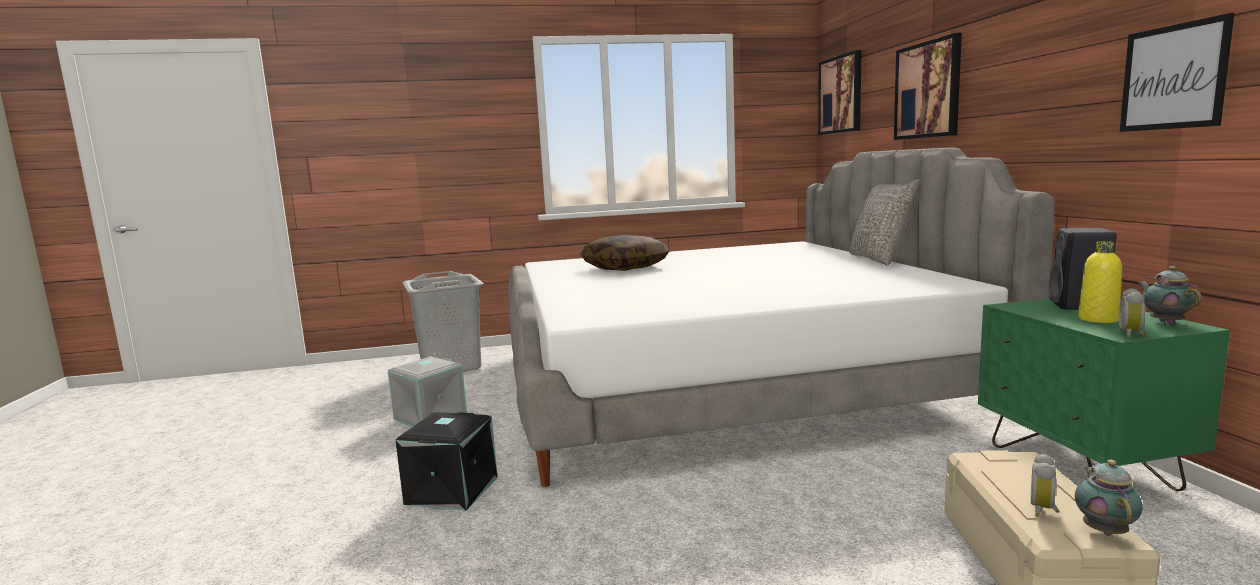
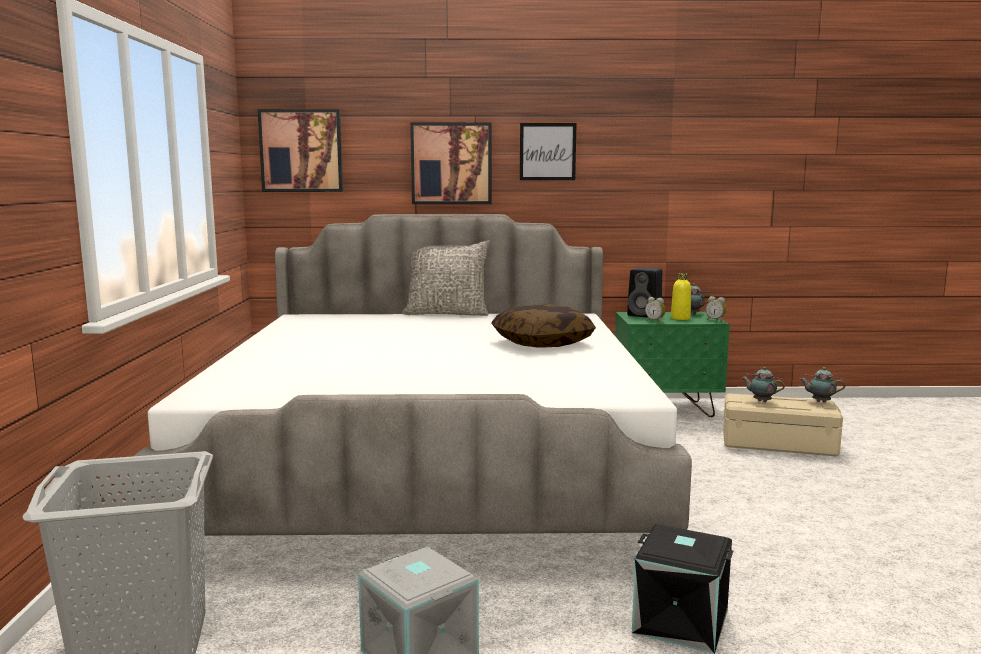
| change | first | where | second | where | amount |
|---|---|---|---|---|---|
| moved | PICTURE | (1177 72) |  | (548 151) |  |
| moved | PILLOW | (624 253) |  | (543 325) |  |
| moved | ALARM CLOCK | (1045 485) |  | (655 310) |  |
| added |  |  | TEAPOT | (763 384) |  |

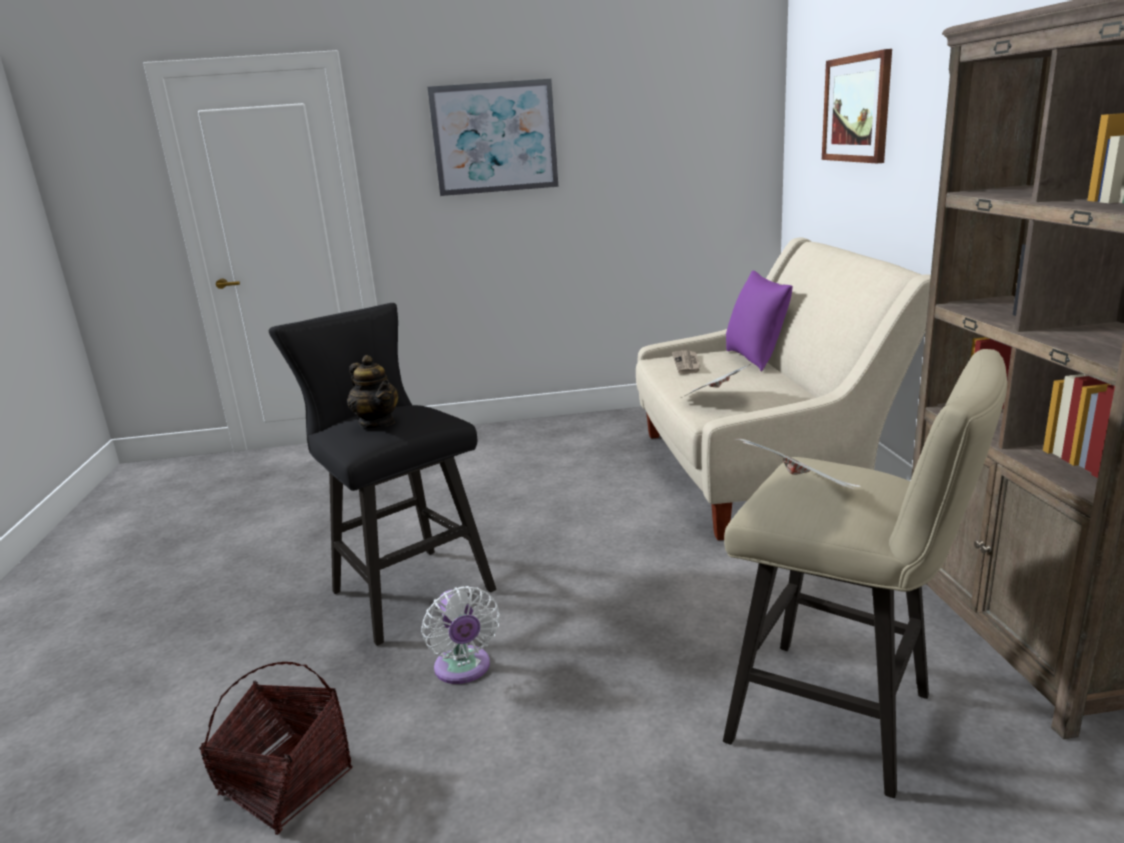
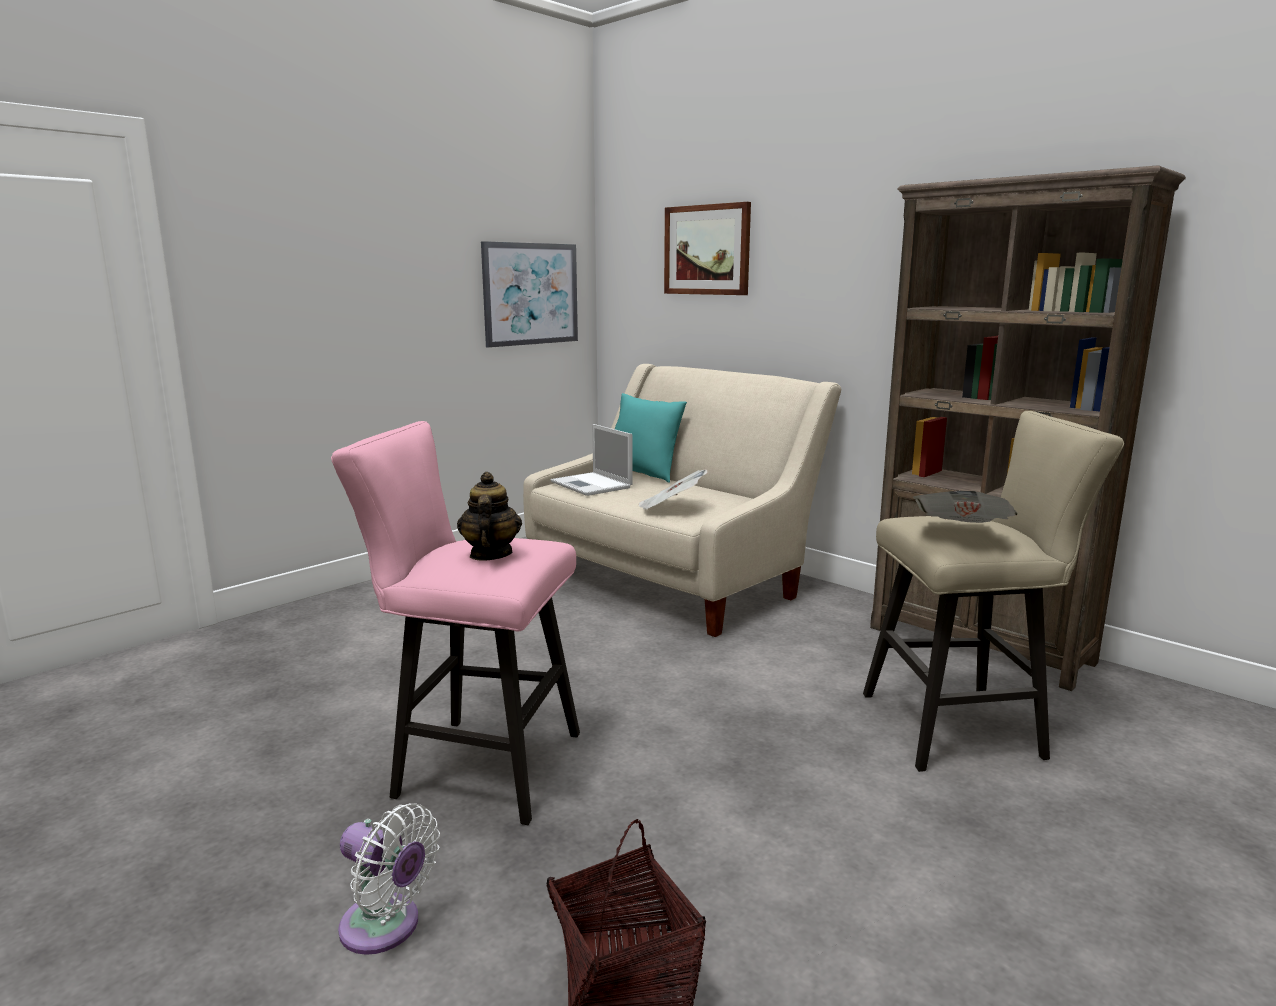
| change | first | where | second | where | amount |
|---|---|---|---|---|---|
| moved | PICTURE | (493 137) |  | (529 294) |  |
| recoloured | PURPLE PILLOW | (759 321) | TURQUOISE PILLOW | (651 438) |  |
| recoloured | BLACK STOOL | (382 474) | PINK STOOL | (455 623) |  |
| replaced | NEWSPAPER | (686 362) | LAPTOP | (592 460) |  |
| turned | TEAPOT | (373 391) |  | (489 516) | 105 degrees counterclockwise |
| moved | WHITE FAN | (460 635) |  | (389 879) |  |

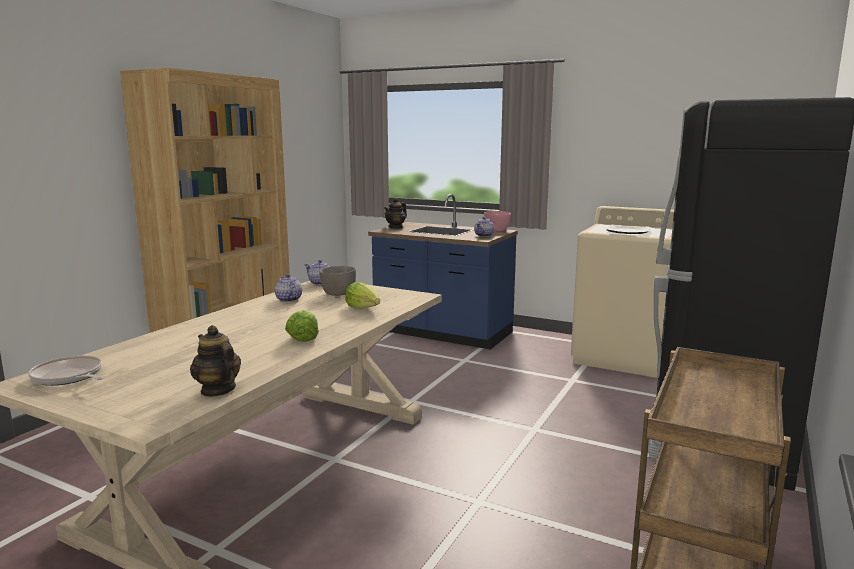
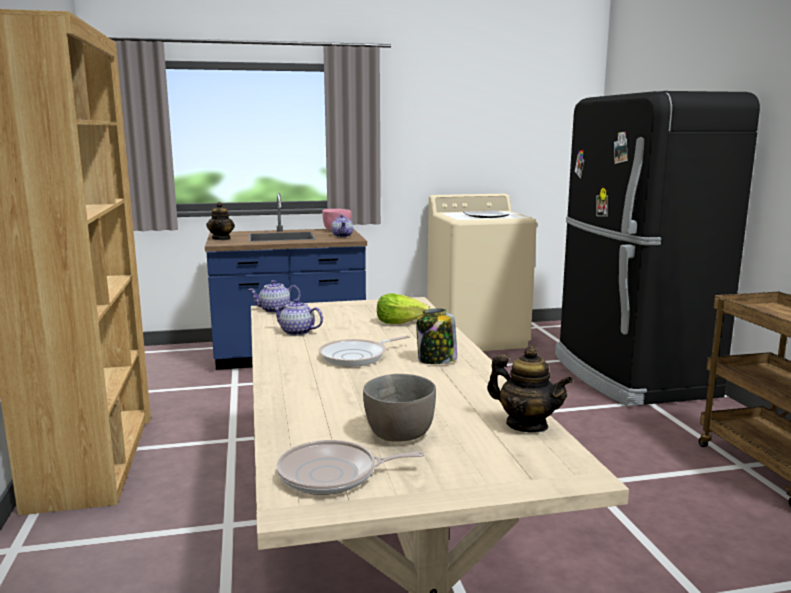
| change | first | where | second | where | amount |
|---|---|---|---|---|---|
| moved | GREY BOWL | (337 281) |  | (399 408) |  |
| replaced | LETTUCE | (302 326) | JAR | (436 336) |  |
| turned | TEAPOT | (215 361) |  | (530 389) | 150 degrees counterclockwise |
| added |  |  | FRYING PAN | (364 351) |  |

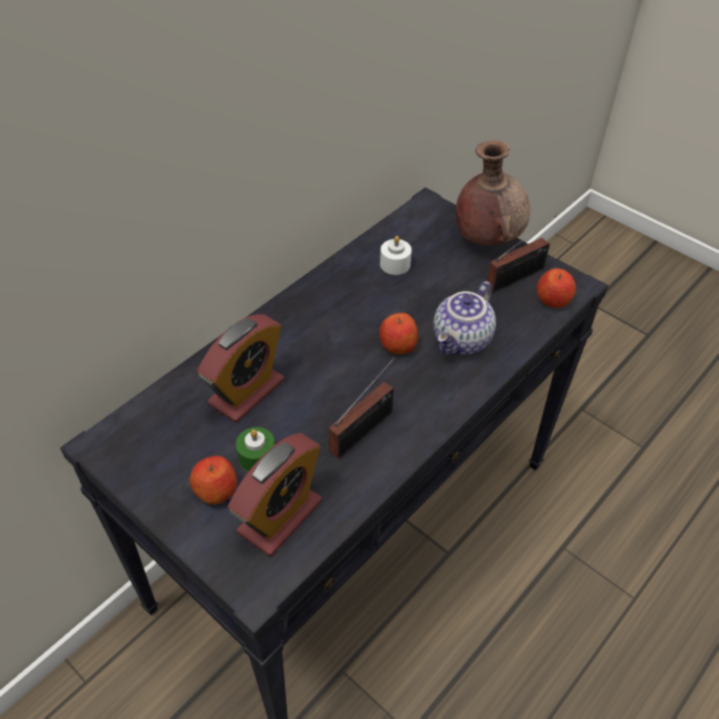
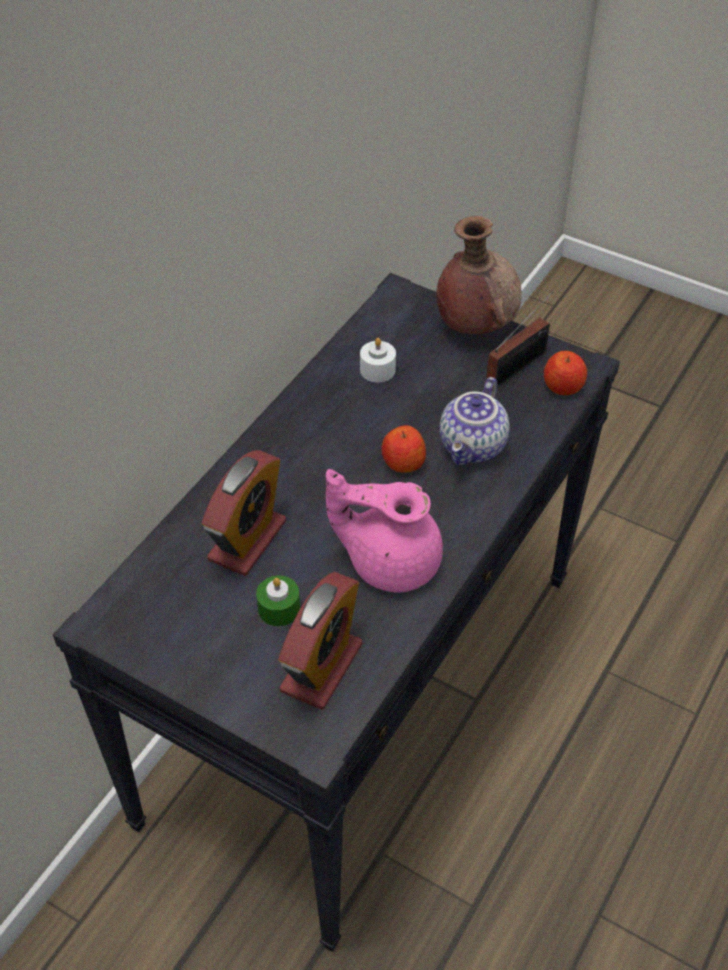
| change | first | where | second | where | amount |
|---|---|---|---|---|---|
| replaced | RADIO | (362 408) | PINK TEAPOT | (384 530) |  |
| removed | APPLE | (213 480) |  |  |  |

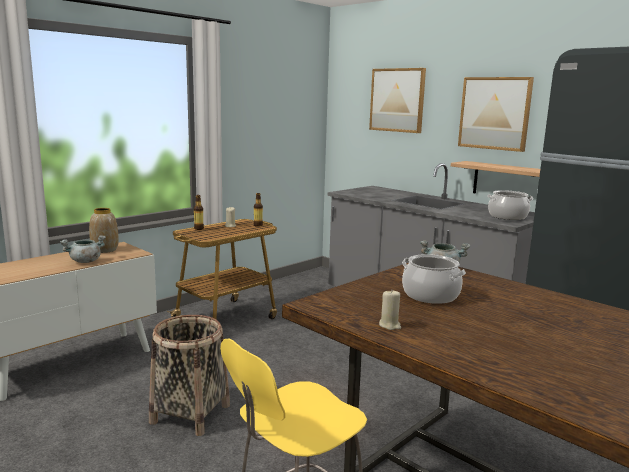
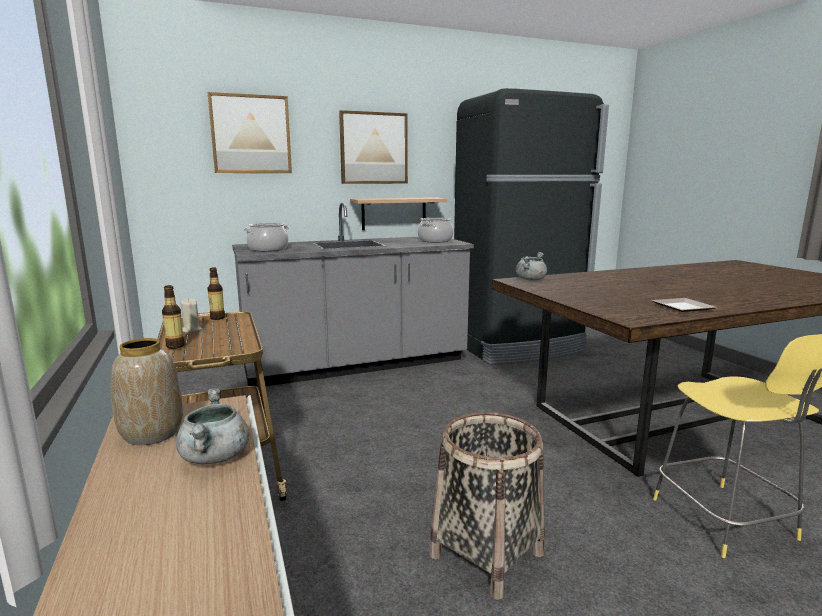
| change | first | where | second | where | amount |
|---|---|---|---|---|---|
| moved | COOKING POT | (434 279) |  | (266 237) |  |
| replaced | BEIGE CANDLE | (390 309) | PLATE | (684 305) |  |

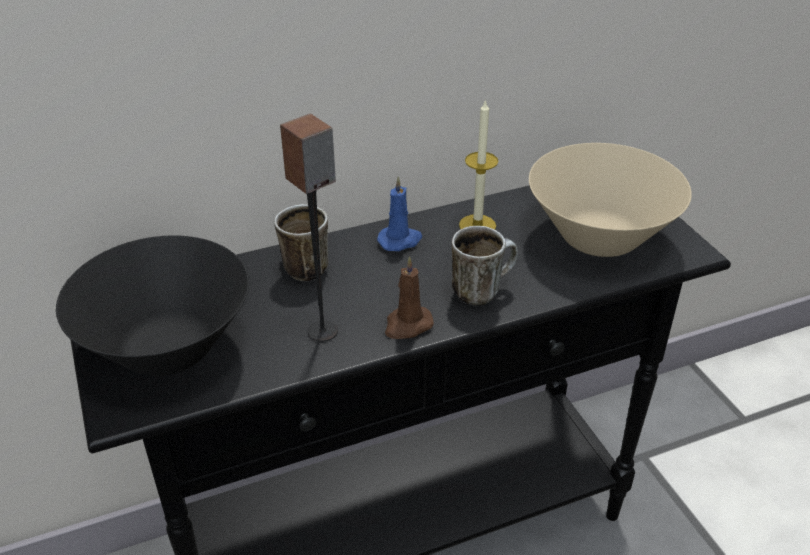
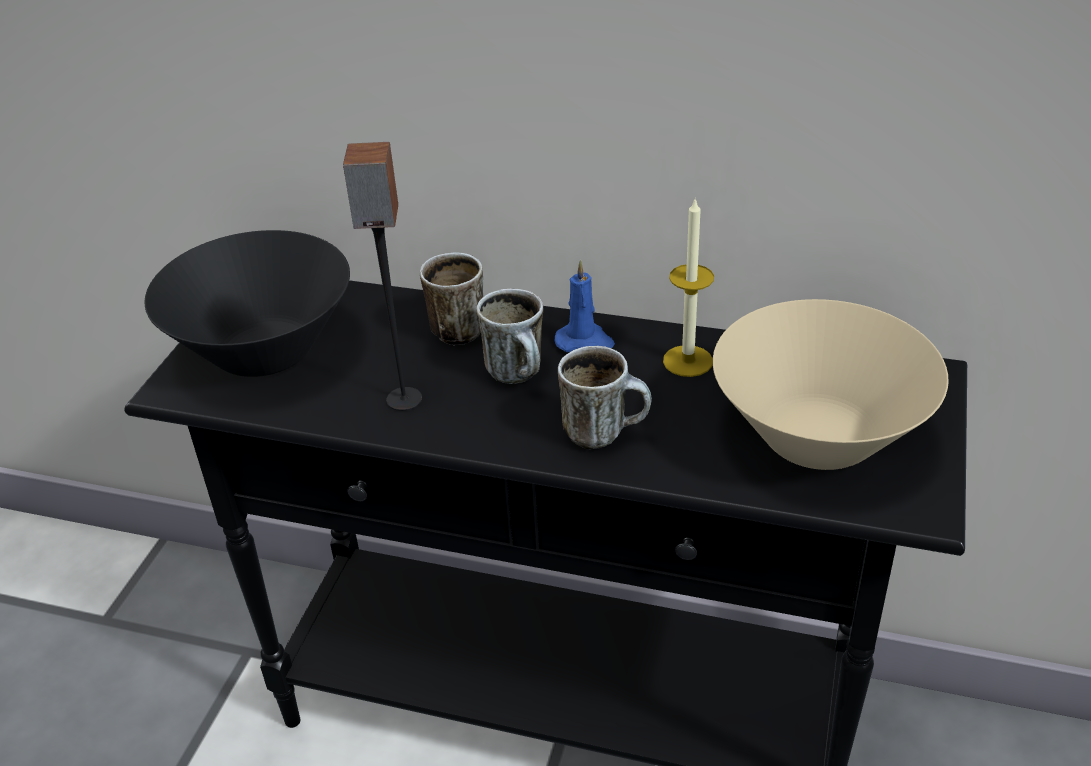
| change | first | where | second | where | amount |
|---|---|---|---|---|---|
| removed | BROWN CANDLE | (409 297) |  |  |  |
| added |  |  | MUG | (510 336) |  |

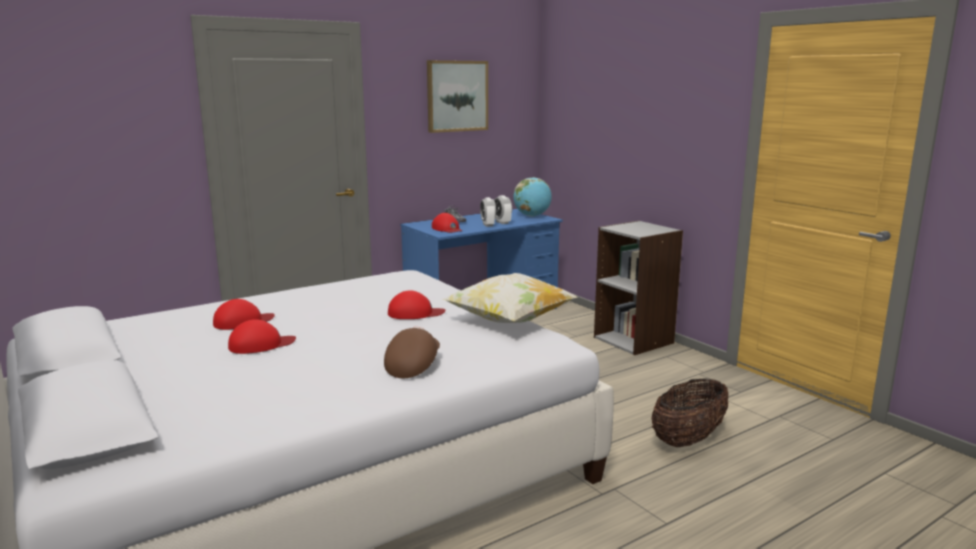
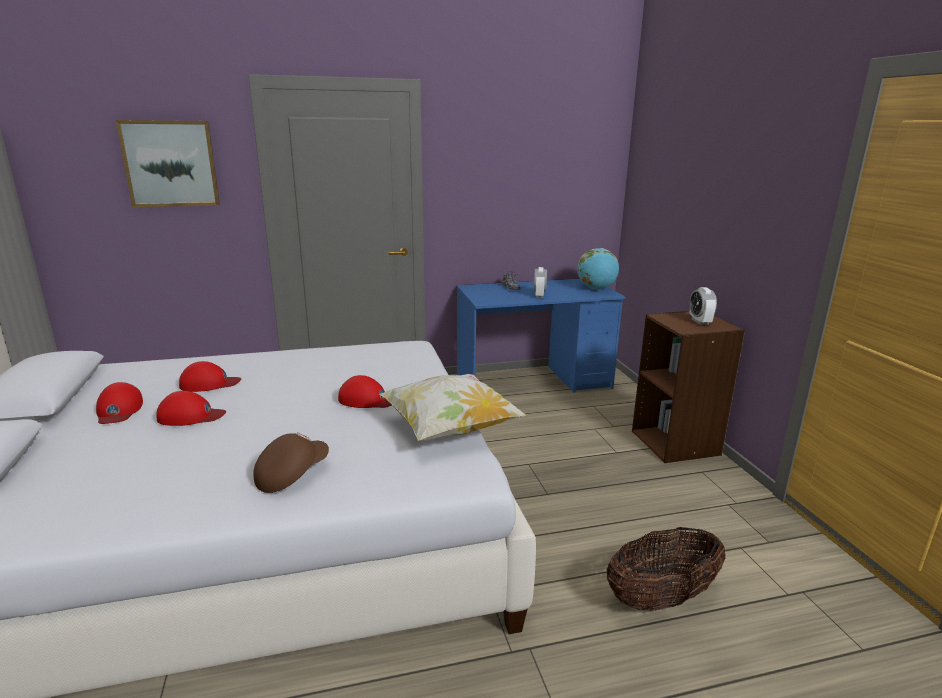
| change | first | where | second | where | amount |
|---|---|---|---|---|---|
| moved | PICTURE | (457 96) |  | (168 163) |  |
| moved | ALARM CLOCK | (503 209) |  | (703 306) |  |
| moved | RED CAP | (447 223) |  | (119 403) |  |
| recoloured | GREY BOOKCASE | (638 288) | BROWN BOOKCASE | (688 387) |  |

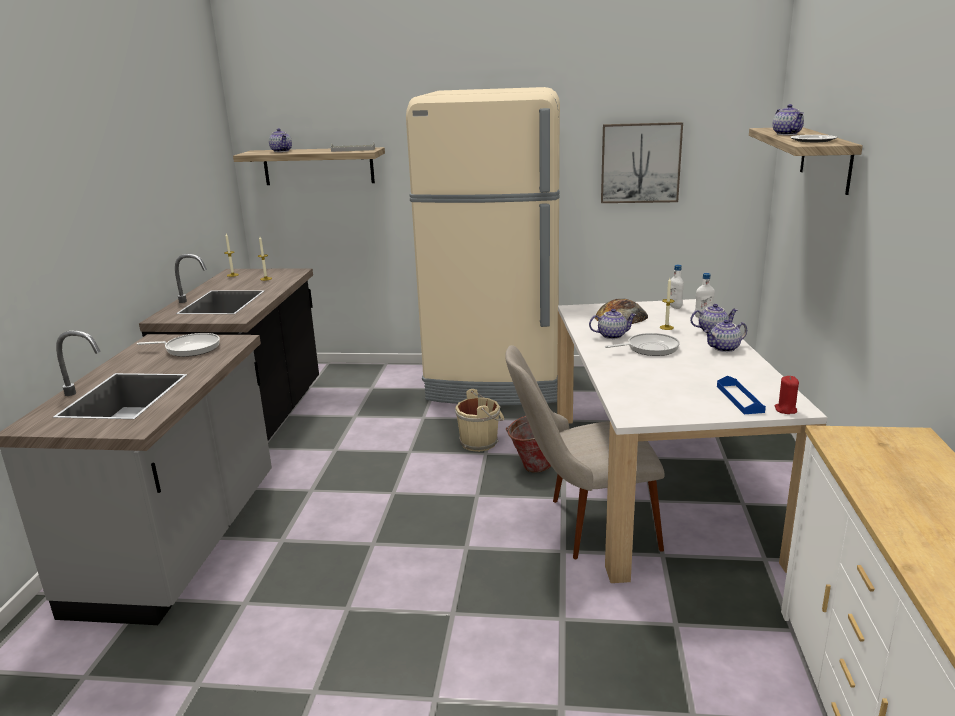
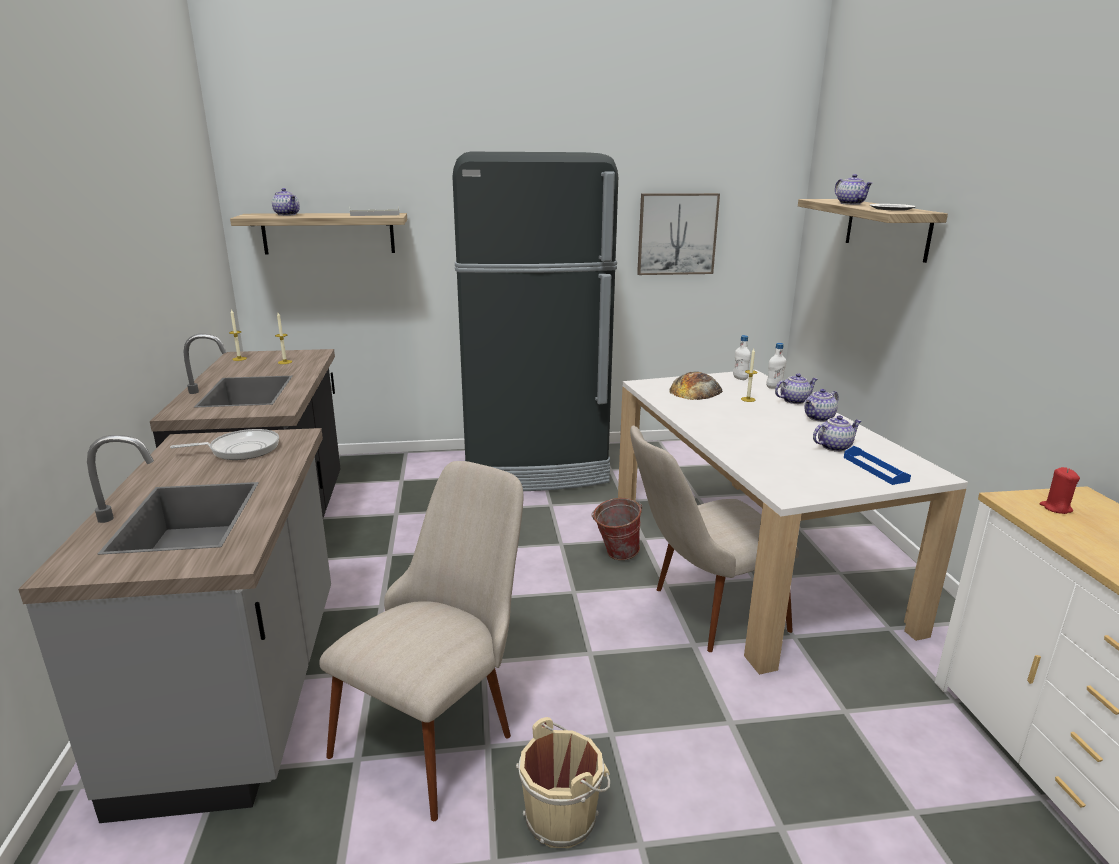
| change | first | where | second | where | amount |
|---|---|---|---|---|---|
| recoloured | BEIGE FRIDGE | (483 246) | BLACK FRIDGE | (535 321) |  |
| moved | TEAPOT | (613 324) |  | (837 433) |  |
| removed | FRYING PAN | (642 344) |  |  |  |
| moved | RED CANDLE | (787 395) |  | (1060 490) |  |
| moved | BEIGE BUCKET | (479 420) |  | (563 782) |  |
| added |  |  | BEIGE CHAIR | (421 641) |  |

